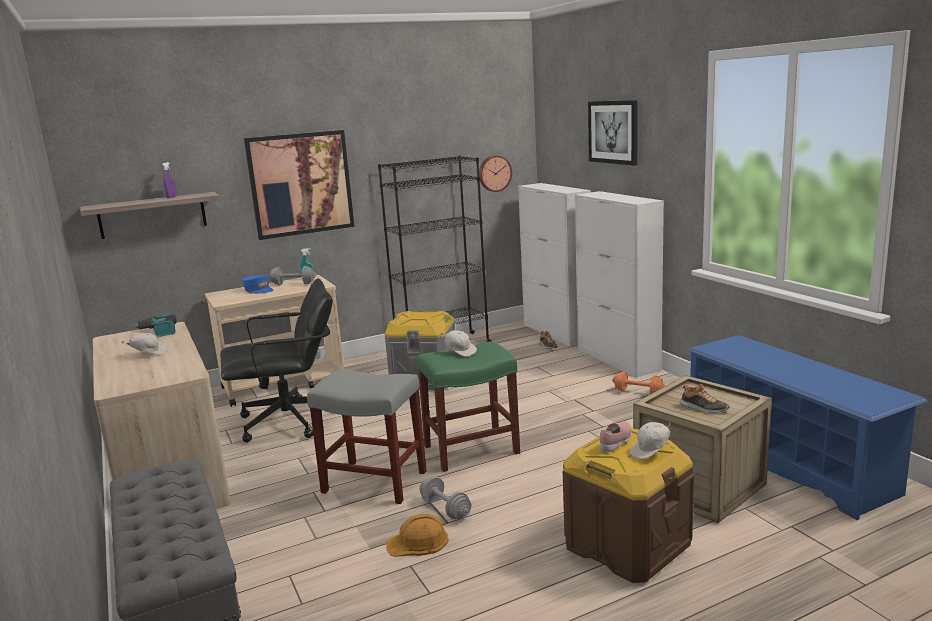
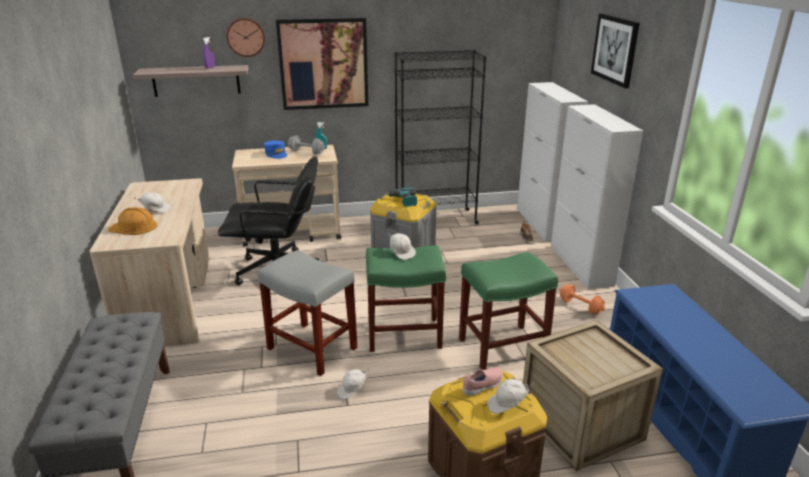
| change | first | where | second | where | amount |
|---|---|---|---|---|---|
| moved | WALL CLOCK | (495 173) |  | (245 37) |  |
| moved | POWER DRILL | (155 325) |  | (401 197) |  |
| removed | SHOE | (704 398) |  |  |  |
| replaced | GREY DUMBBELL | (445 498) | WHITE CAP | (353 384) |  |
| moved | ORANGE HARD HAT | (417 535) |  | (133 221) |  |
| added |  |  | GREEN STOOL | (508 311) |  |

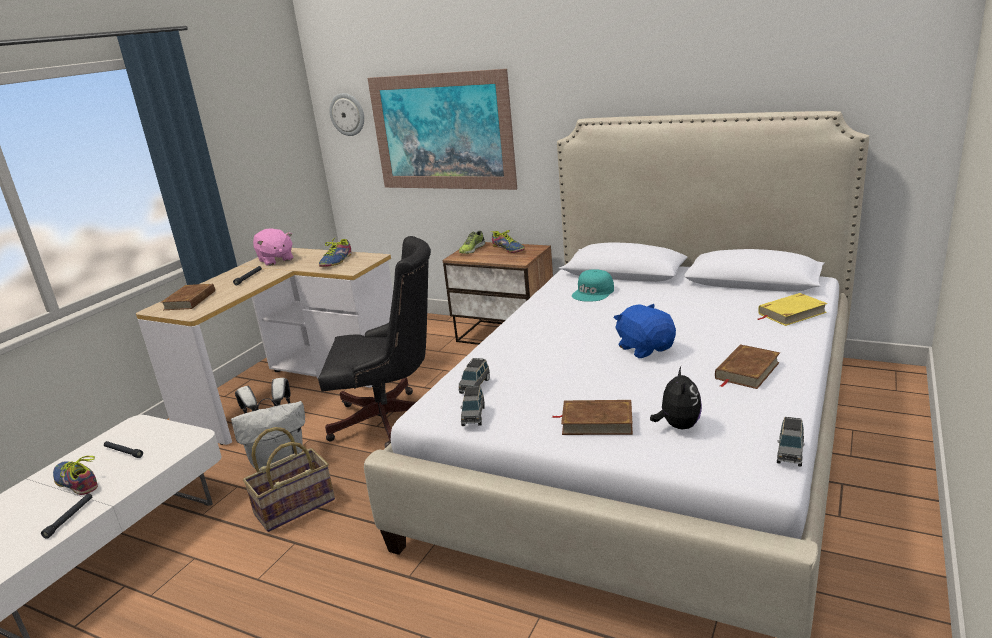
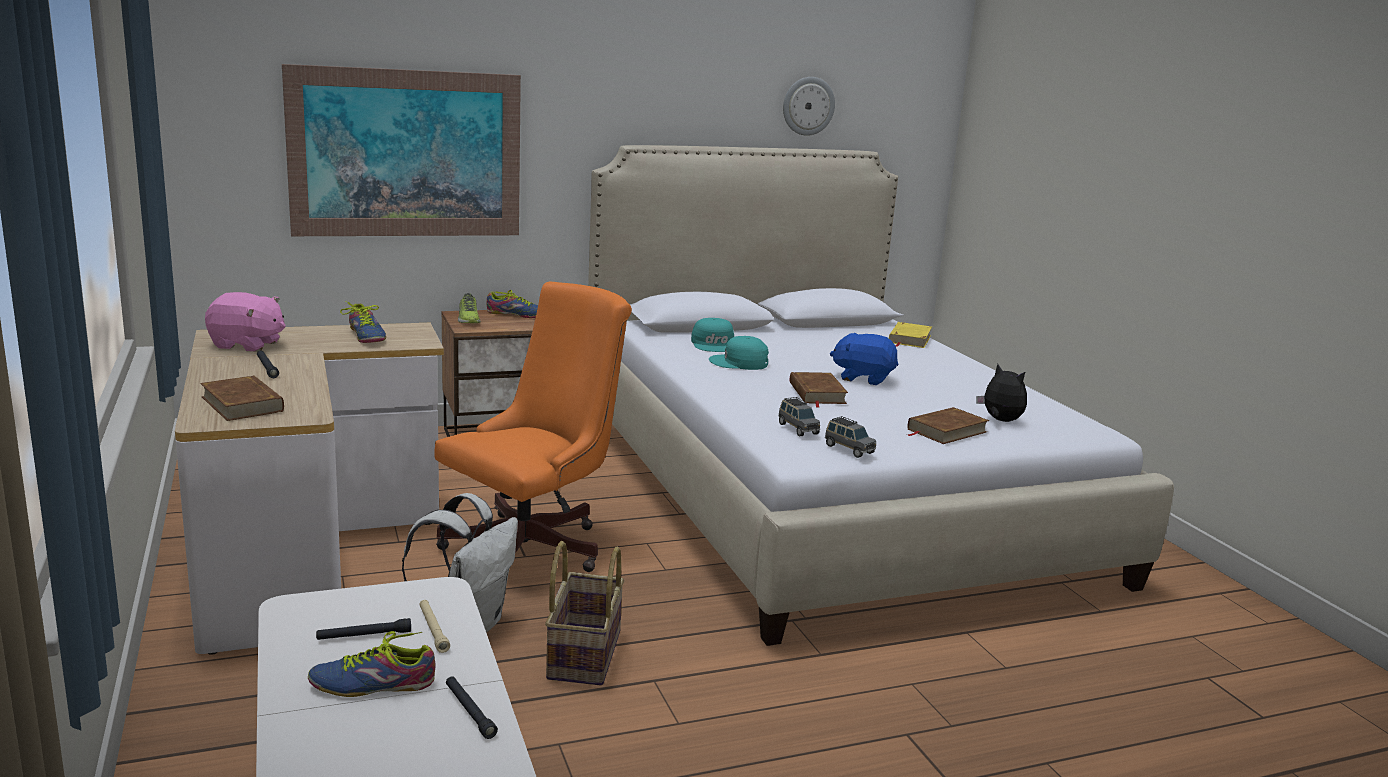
| change | first | where | second | where | amount |
|---|---|---|---|---|---|
| moved | WALL CLOCK | (346 114) |  | (809 106) |  |
| recoloured | BLACK OFFICE CHAIR | (374 342) | ORANGE OFFICE CHAIR | (533 427) |  |
| moved | BROWN BOOK | (747 366) |  | (819 390) |  |
| removed | GREY TOY CAR | (790 442) |  |  |  |
| added |  |  | TURQUOISE CAP | (739 353) |  |
| added |  |  | BEIGE FLASHLIGHT | (434 626) |  |

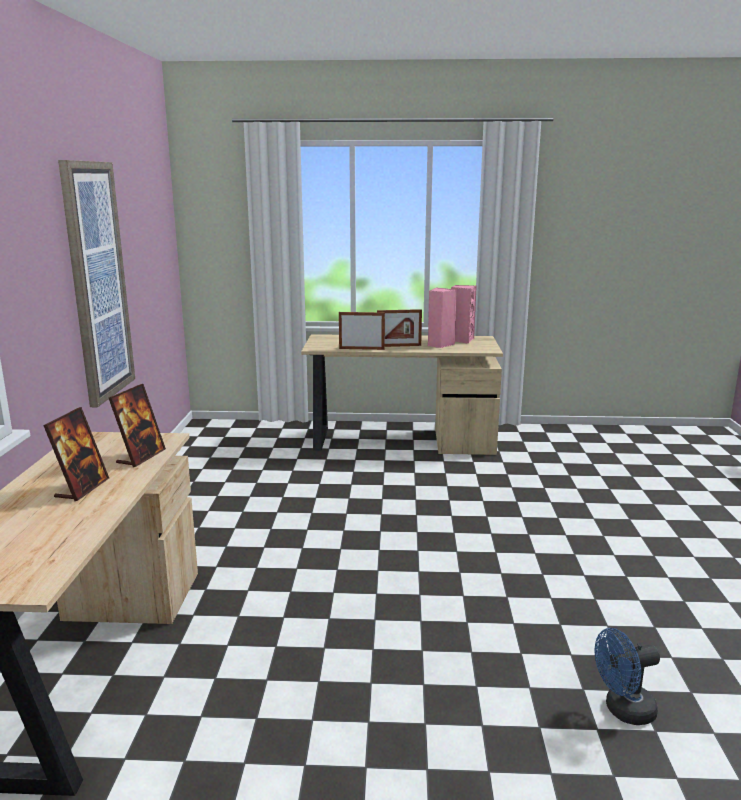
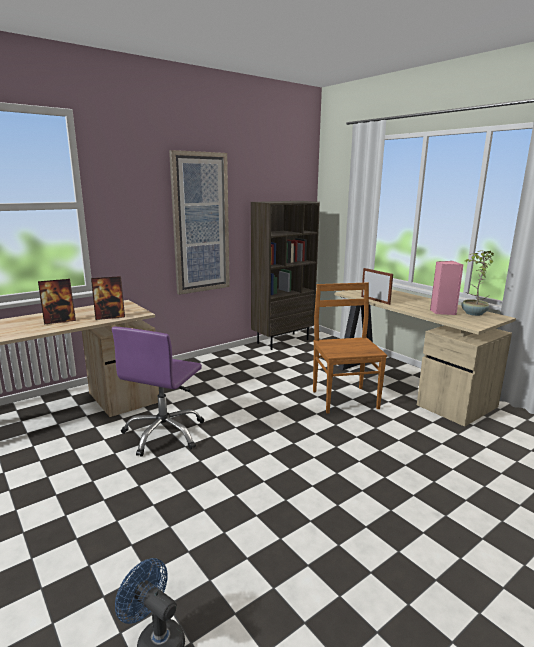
| change | first | where | second | where | amount |
|---|---|---|---|---|---|
| replaced | PINK SPEAKER | (464 314) | POTTED PLANT | (477 283) |  |
| removed | PICTURE FRAME | (399 328) |  |  |  |
| added |  |  | BROWN BOOKCASE | (285 275) |  |
| added |  |  | BROWN CHAIR | (350 348) |  |
| added |  |  | PURPLE OFFICE CHAIR | (158 392) |  |

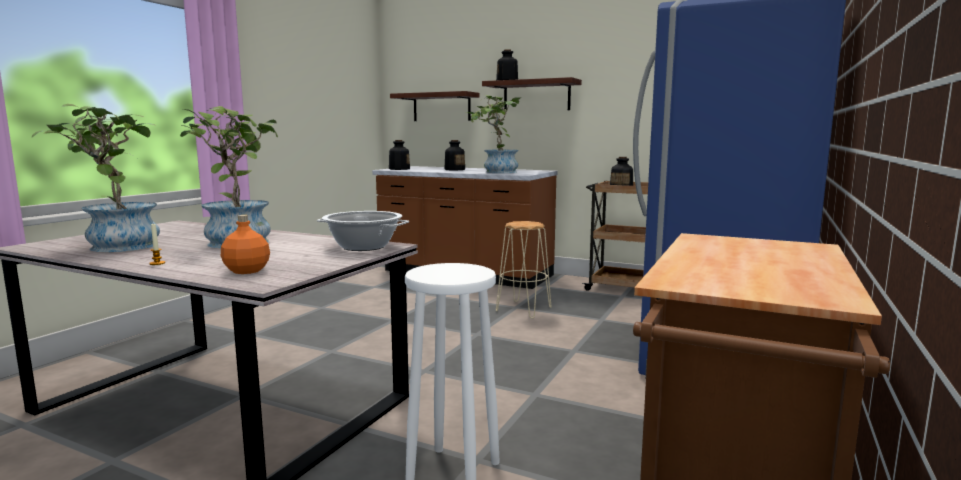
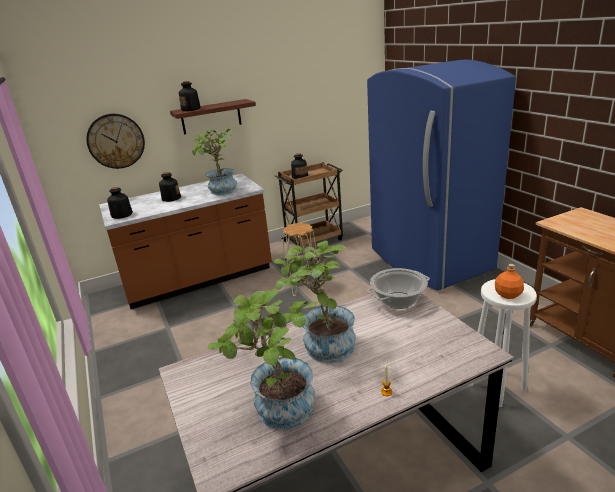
| change | first | where | second | where | amount |
|---|---|---|---|---|---|
| replaced | SHELF | (434 106) | WALL CLOCK | (115 141) |  |
| moved | ORANGE BOTTLE | (245 244) |  | (509 281) |  |

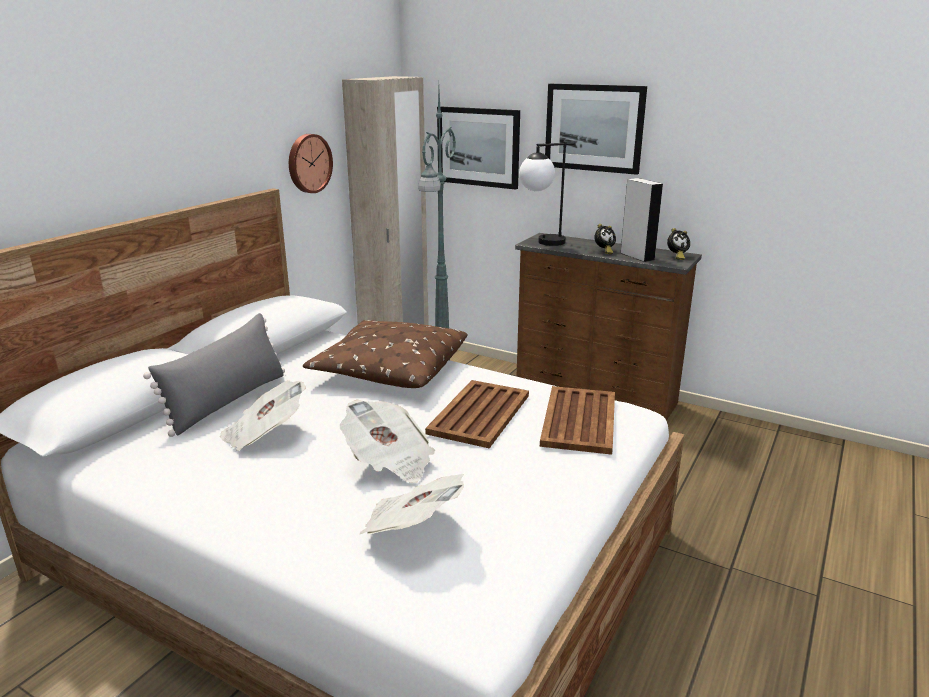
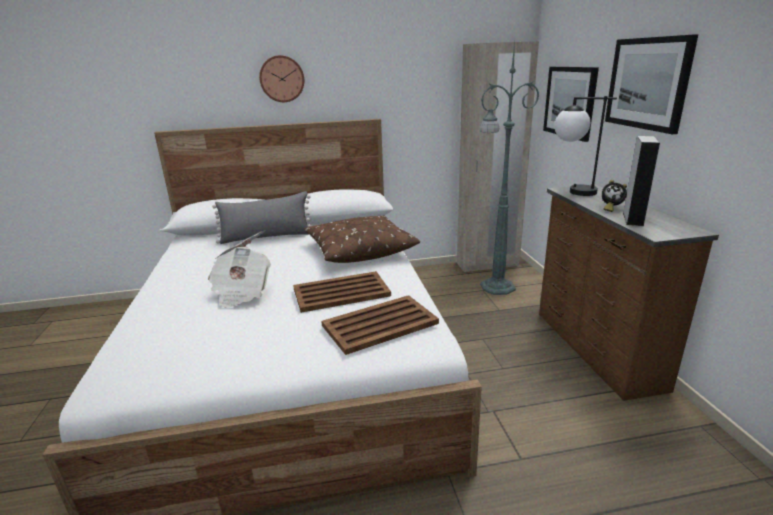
| change | first | where | second | where | amount |
|---|---|---|---|---|---|
| moved | WALL CLOCK | (311 163) |  | (281 78) |  |
| removed | ALARM CLOCK | (678 244) |  |  |  |
| removed | NEWSPAPER | (412 504) |  |  |  |

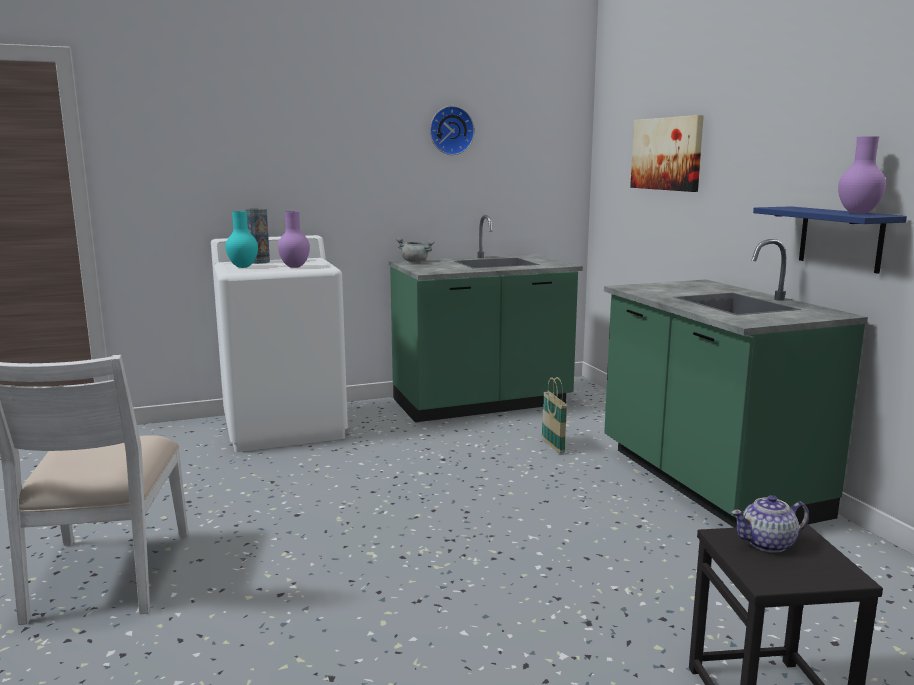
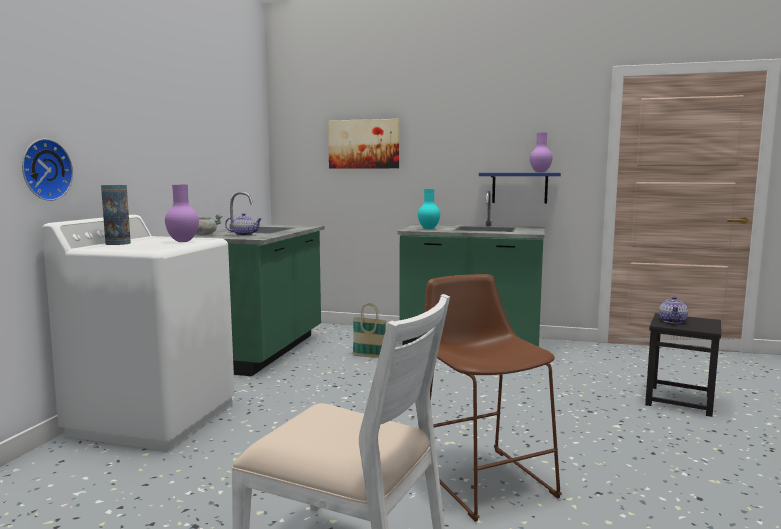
| change | first | where | second | where | amount |
|---|---|---|---|---|---|
| moved | WALL CLOCK | (452 130) |  | (47 170) |  |
| moved | TURQUOISE VASE | (242 239) |  | (429 209) |  |
| added |  |  | TEAPOT | (243 224) |  |
| added |  |  | BROWN STOOL | (493 398) |  |

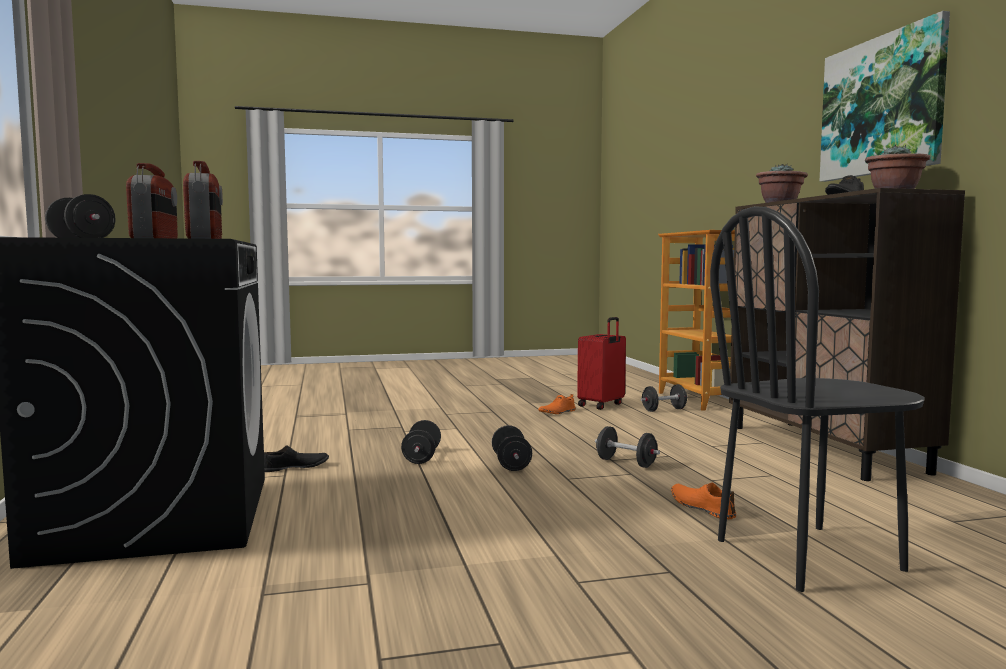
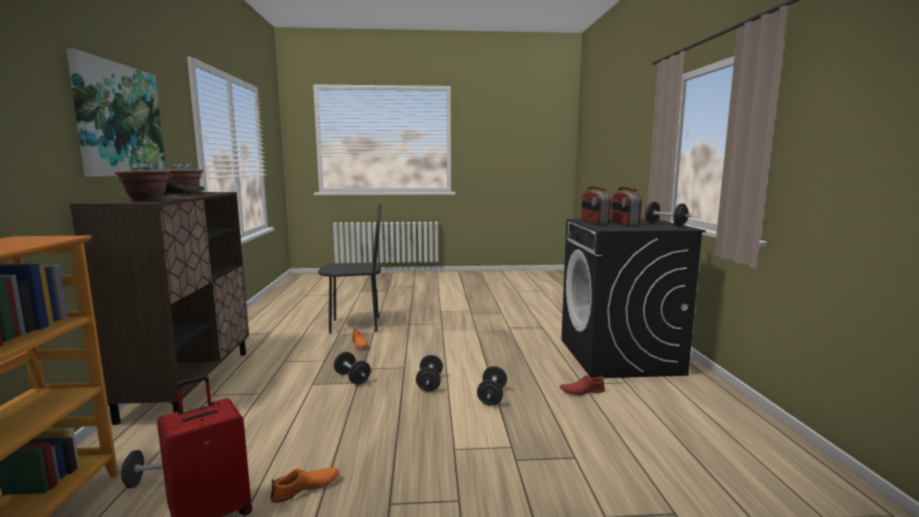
| change | first | where | second | where | amount |
|---|---|---|---|---|---|
| recoloured | BLACK SHOE | (296 458) | RED SHOE | (582 385) |  |

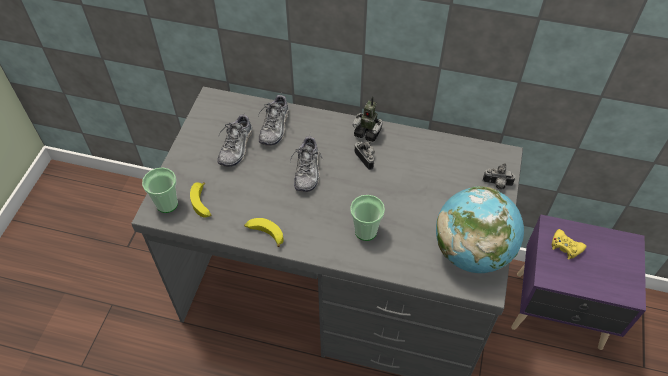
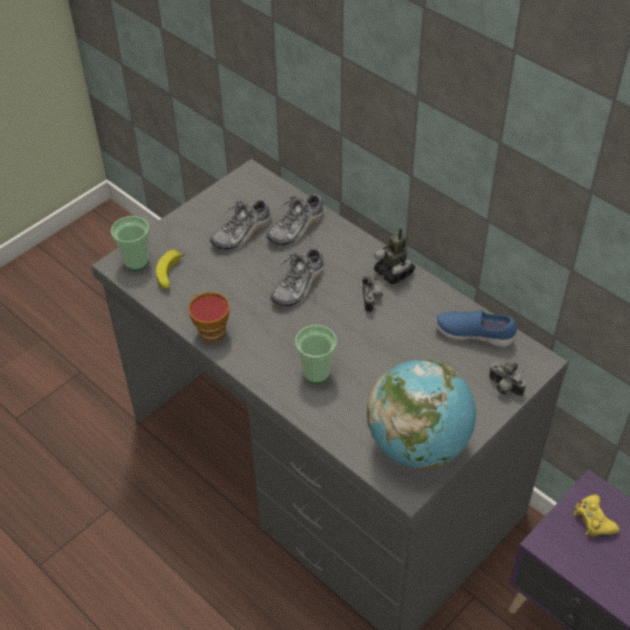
| change | first | where | second | where | amount |
|---|---|---|---|---|---|
| replaced | BANANA | (264 232) | CUP | (209 317) |  |
| added |  |  | BLUE SHOE | (476 328) |  |

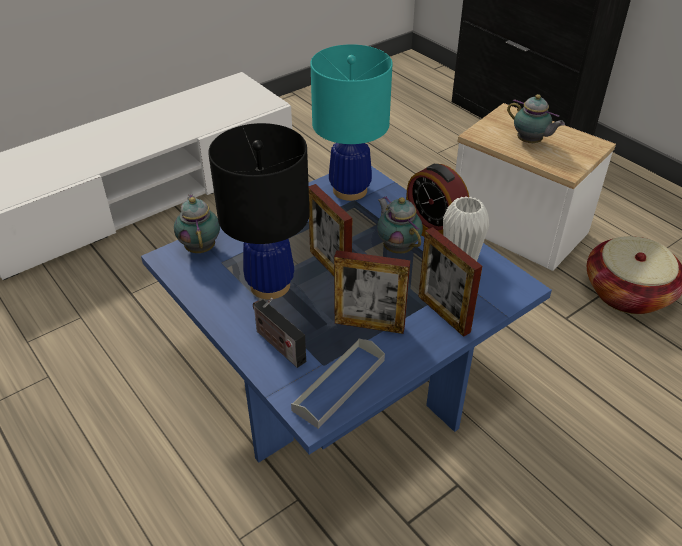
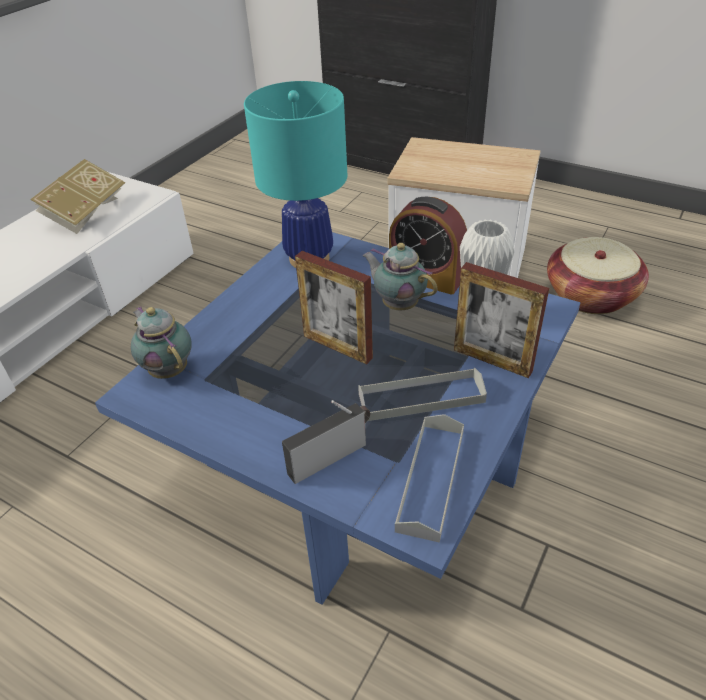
| change | first | where | second | where | amount |
|---|---|---|---|---|---|
| removed | TEAPOT | (536 118) |  |  |  |
| removed | BLACK TABLE LAMP | (259 211) |  |  |  |
| replaced | PICTURE FRAME | (372 292) | GREY TRAY | (422 394) |  |
| turned | RADIO | (279 333) |  | (326 442) | 120 degrees clockwise |
| added |  |  | BOOK | (77 196) |  |

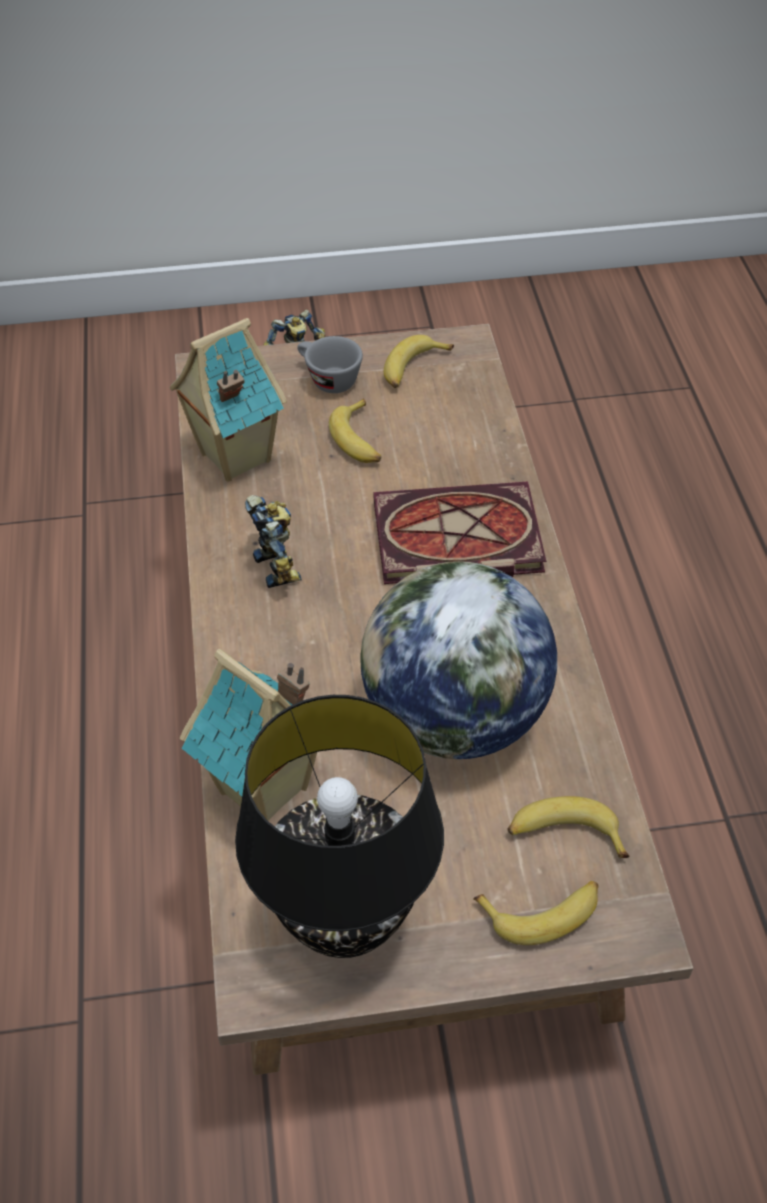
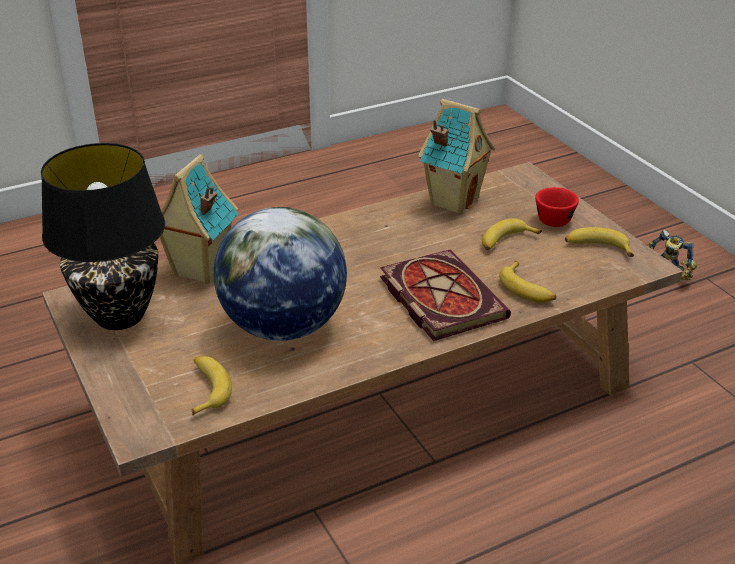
| change | first | where | second | where | amount |
|---|---|---|---|---|---|
| recoloured | GREY CUP | (330 364) | RED CUP | (557 207) |  |
| removed | TOY ROBOT | (273 541) |  |  |  |
| moved | BANANA | (535 913) |  | (528 282) |  |

